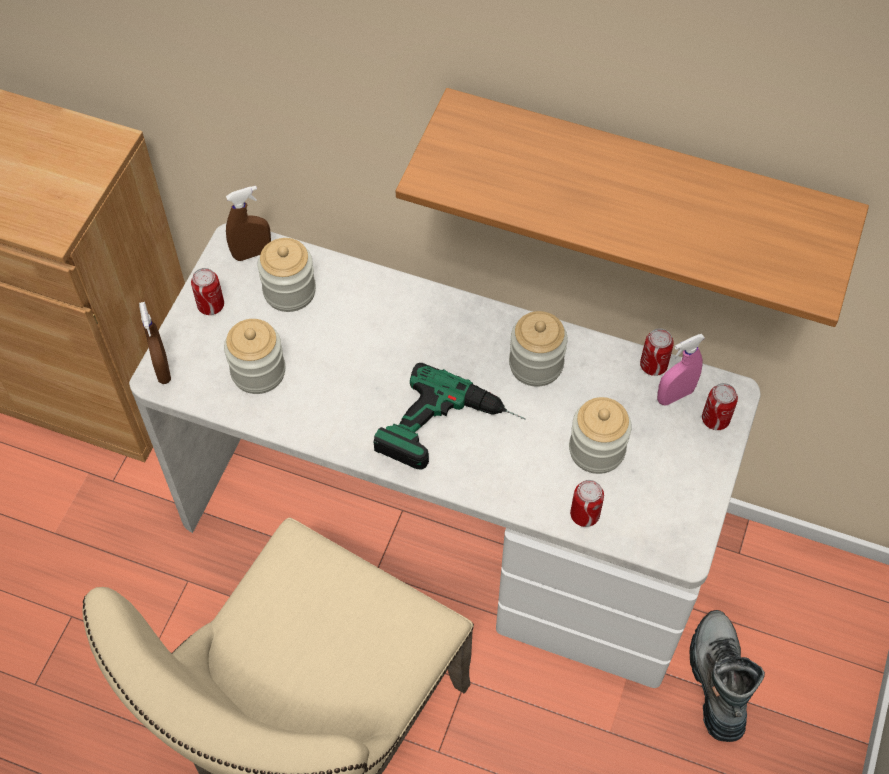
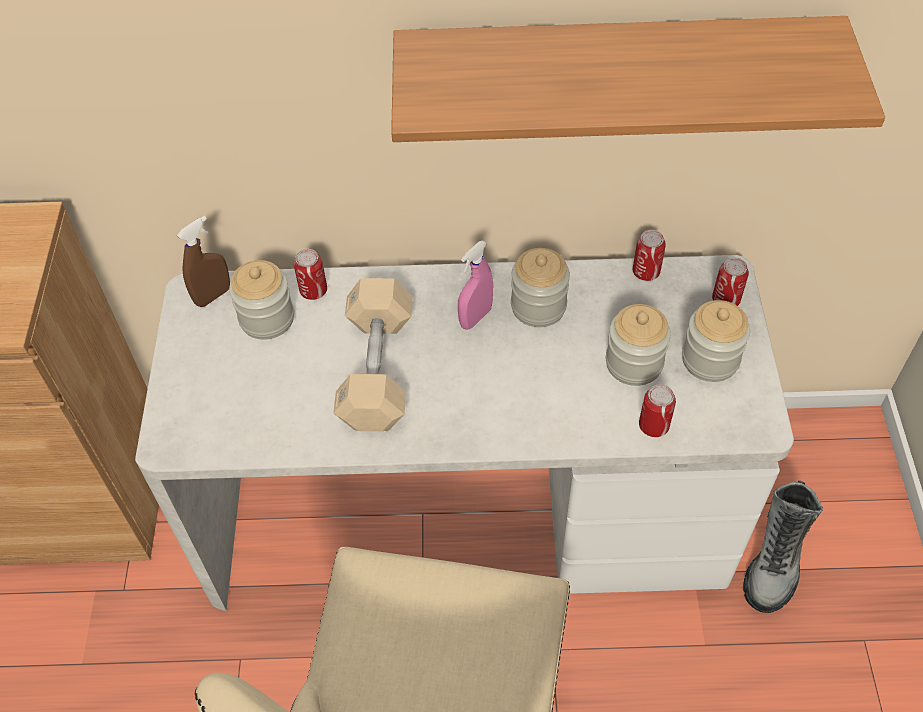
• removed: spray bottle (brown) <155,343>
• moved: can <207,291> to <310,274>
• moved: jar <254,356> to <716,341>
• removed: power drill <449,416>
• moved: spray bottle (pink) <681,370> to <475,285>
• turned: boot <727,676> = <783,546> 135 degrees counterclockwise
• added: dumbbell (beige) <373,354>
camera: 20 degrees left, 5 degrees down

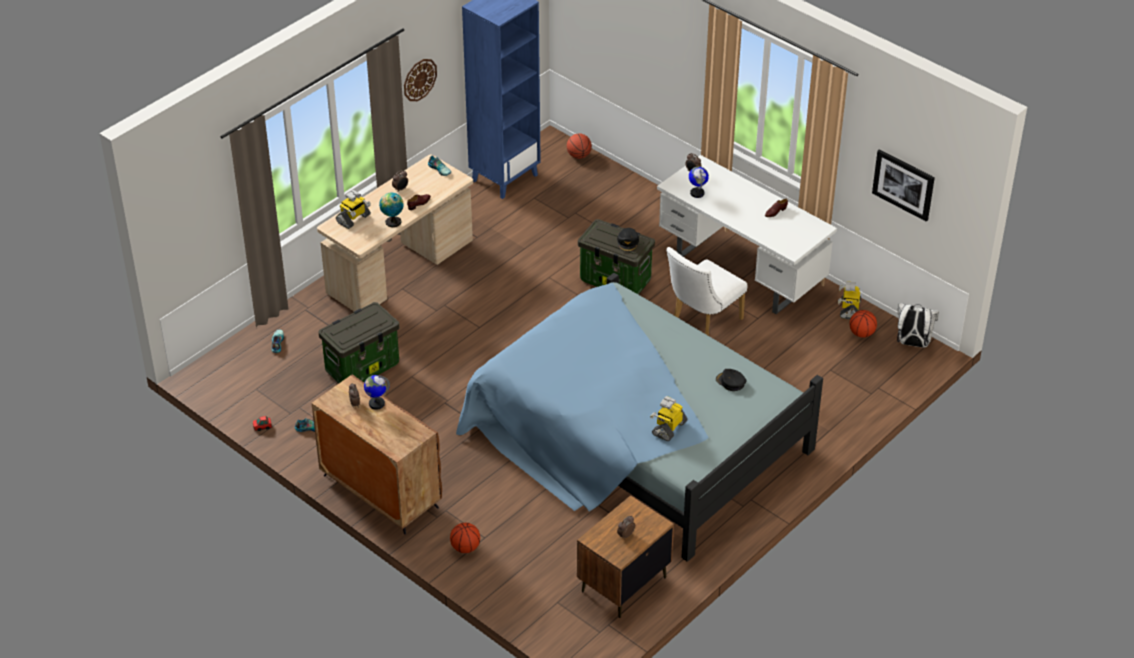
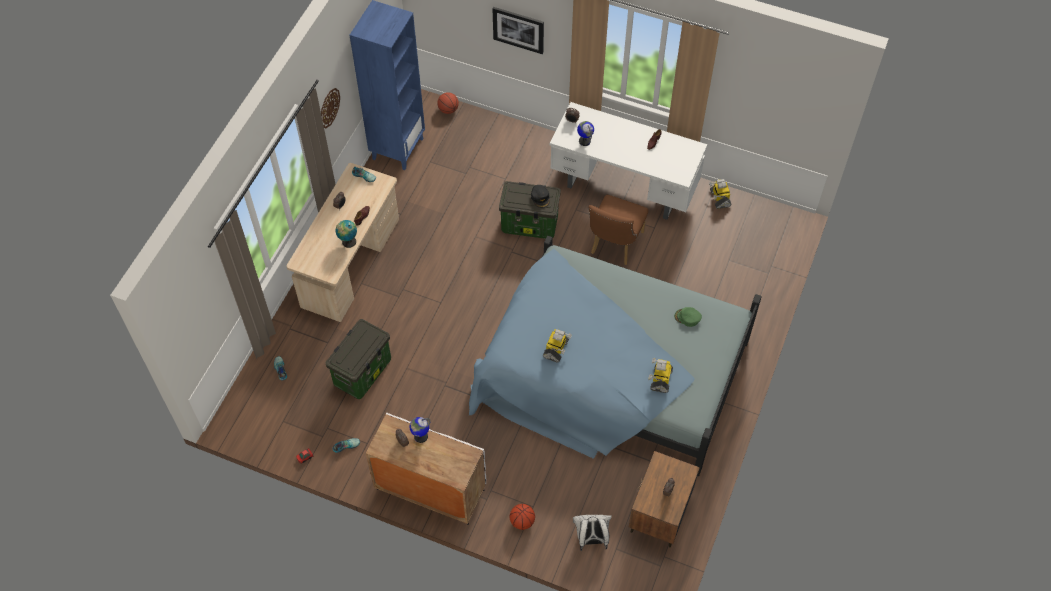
• recoloured: cabinet (brown) <377,454> to cabinet (white) <426,469>
• moved: toy robot <353,209> to <557,345>
• recoloured: chair (white) <707,291> to chair (brown) <618,230>
• recoloured: cap (black) <731,380> to cap (green) <688,317>
• removed: basketball <863,324>
• moved: picture <903,185> to <518,30>
• moved: backpack (white) <918,325> to <592,533>
camera: 20 degrees left, 15 degrees up

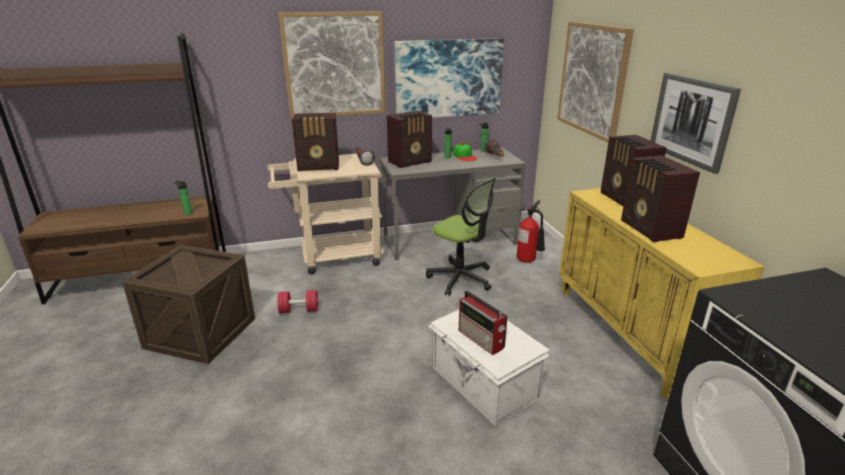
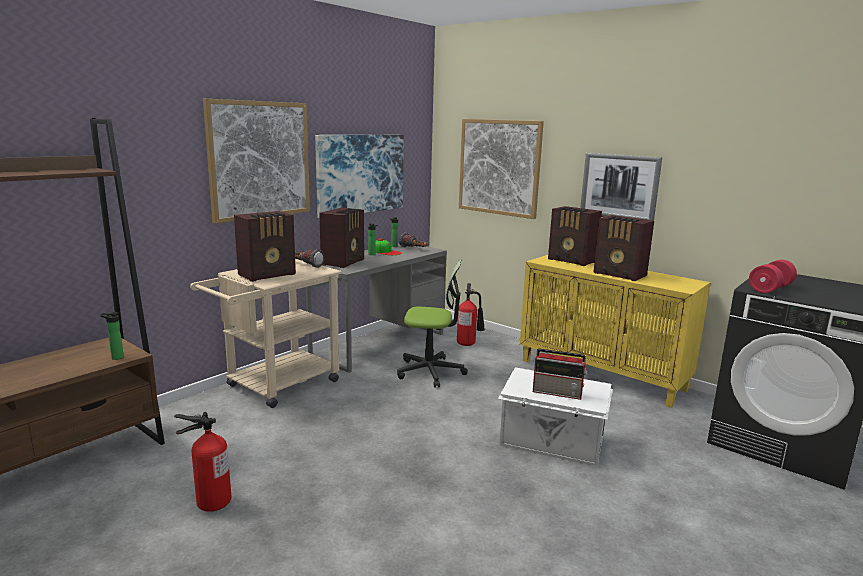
• replaced: crate <188,304> to fire extinguisher <202,462>
• moved: dumbbell (red) <298,301> to <773,276>
camera: 35 degrees left, 10 degrees down

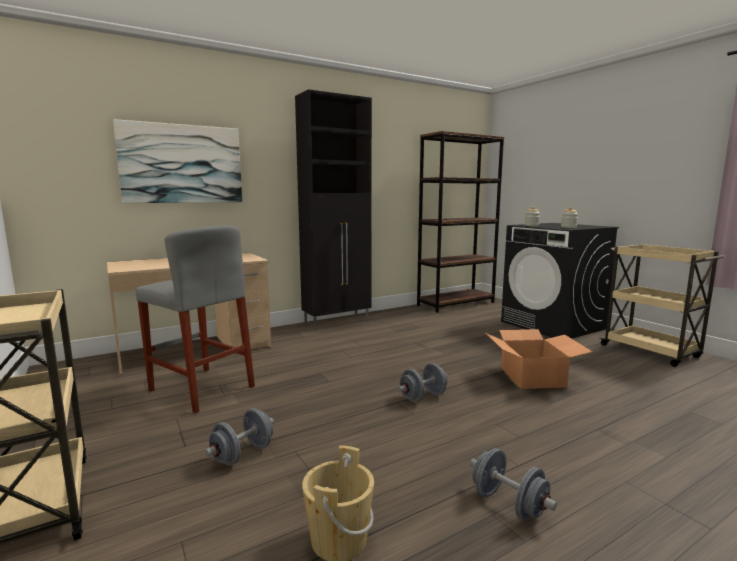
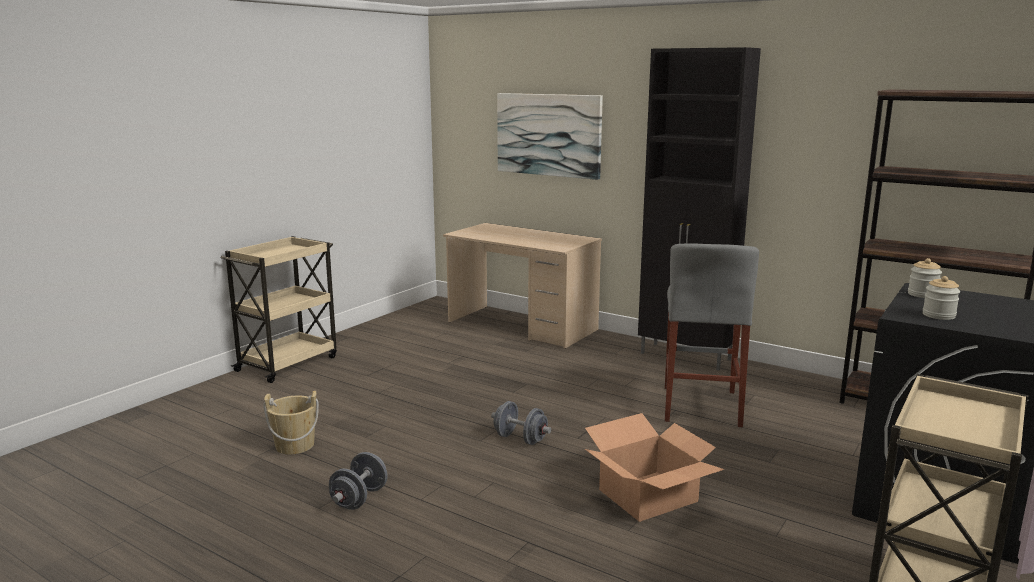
• moved: stool (grey) <195,319> to <712,335>
• removed: dumbbell (grey) <239,437>
camera: 65 degrees right, 5 degrees up

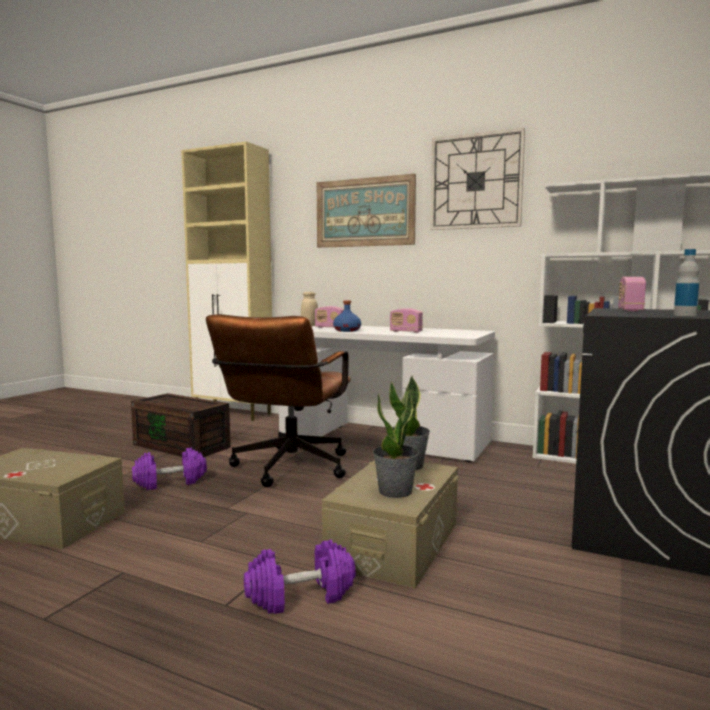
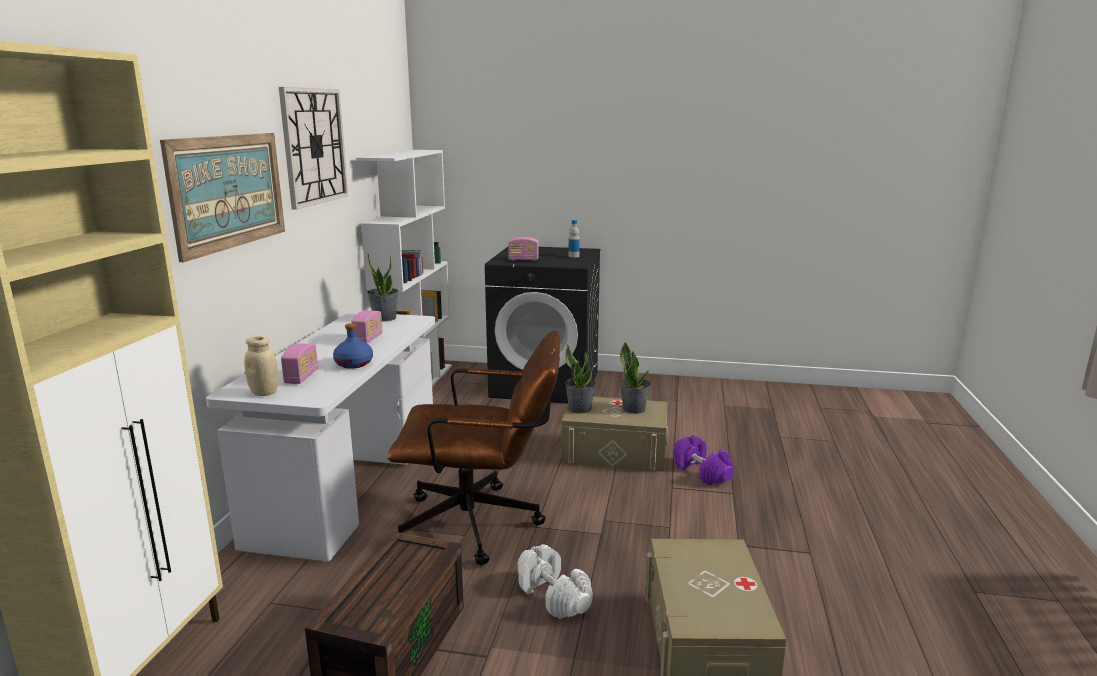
• recoloured: dumbbell (purple) <169,469> to dumbbell (white) <555,581>
• added: potted plant <383,287>
camera: 105 degrees left, 10 degrees up

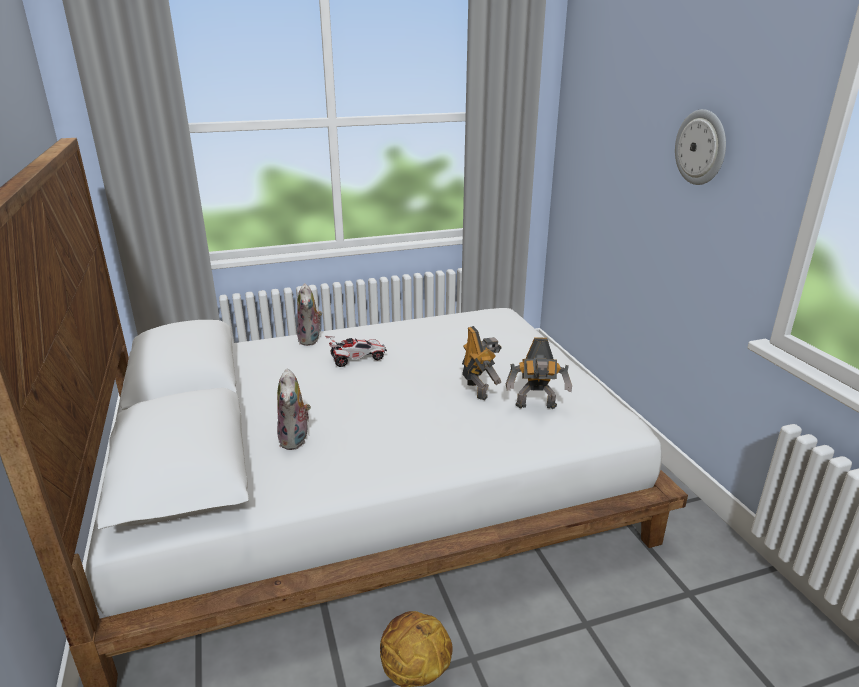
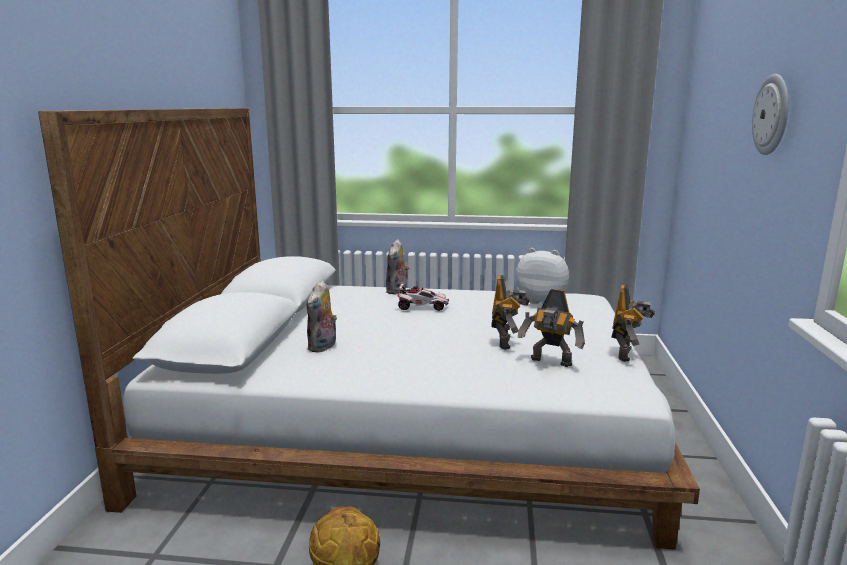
• added: plush toy <542,276>
• added: toy robot <633,323>
camera: 25 degrees right, 10 degrees down

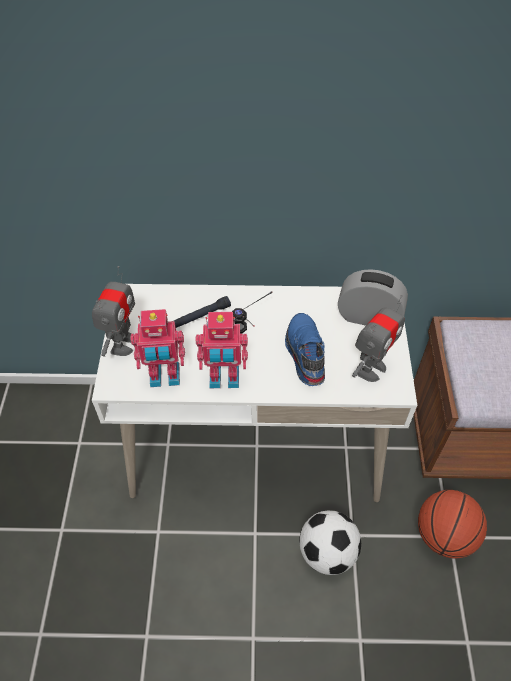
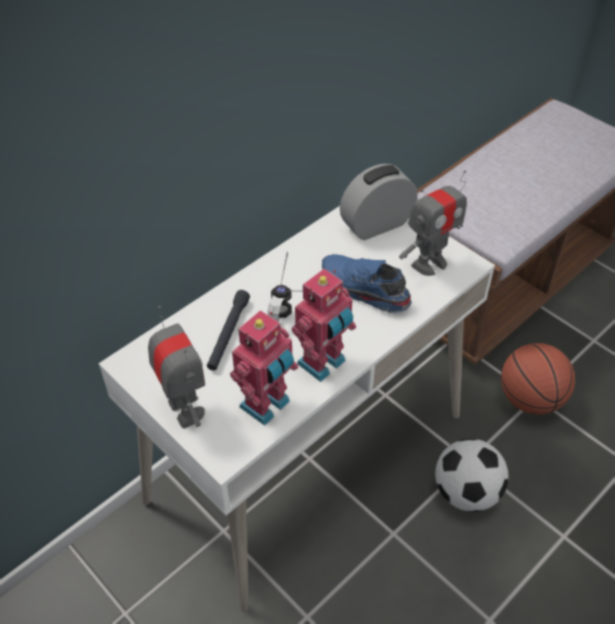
• turned: toy robot <378,338> = <433,223> 60 degrees clockwise
camera: 45 degrees left, 5 degrees down

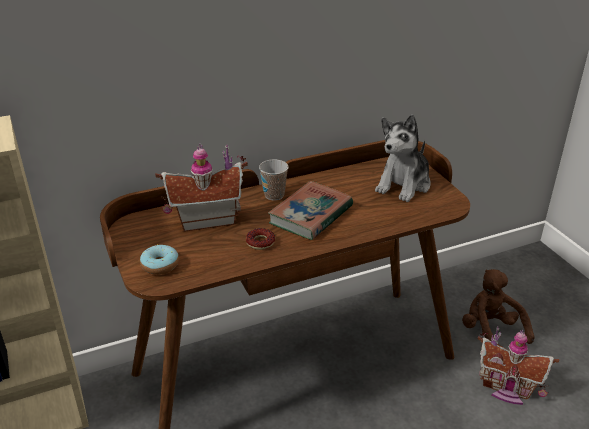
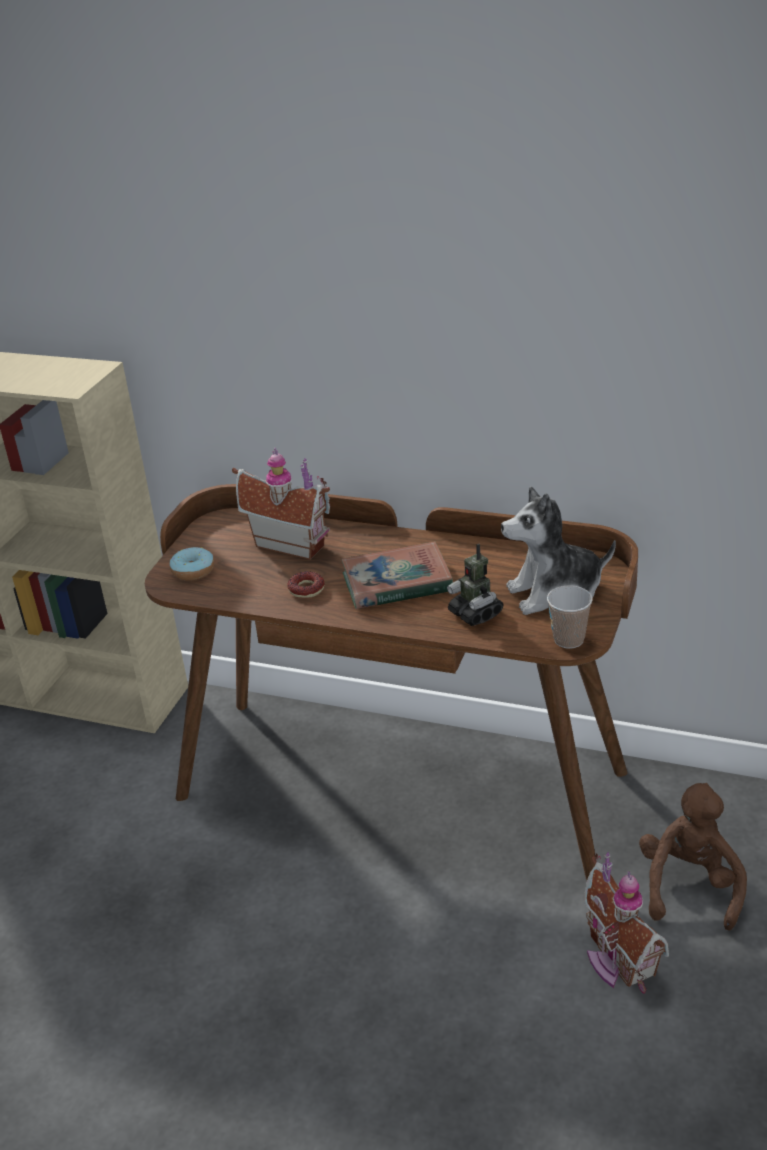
• moved: cup <274,180> to <570,616>
• added: toy robot <475,585>
camera: 45 degrees right, 0 degrees up

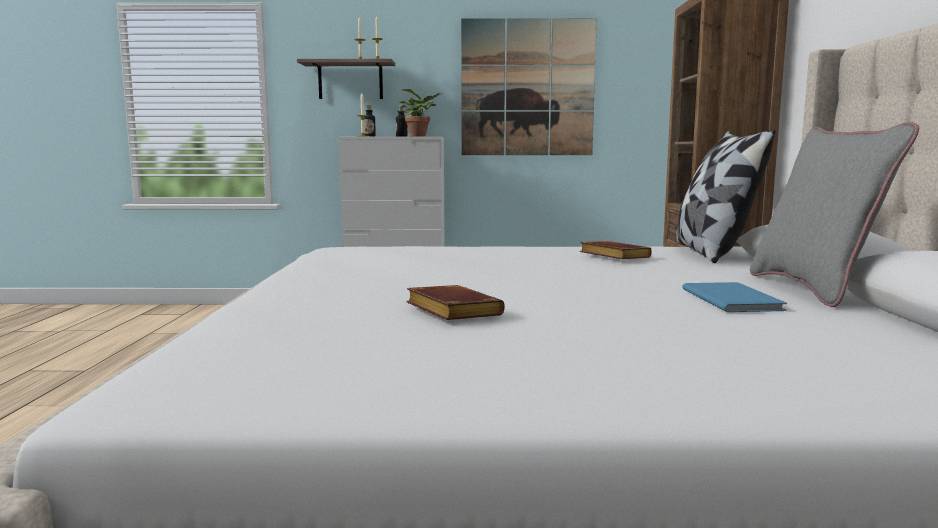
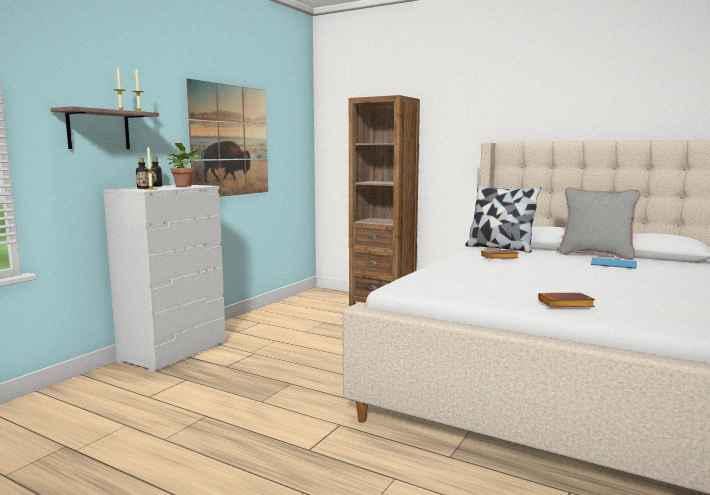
• moved: book (brown) <456,302> to <566,299>
camera: 60 degrees left, 0 degrees up

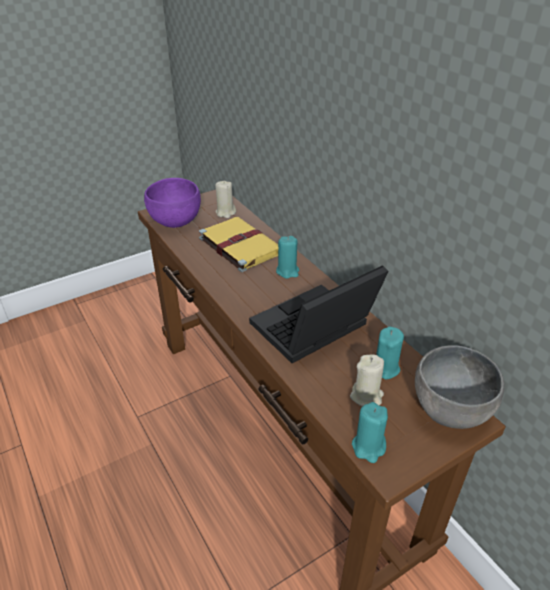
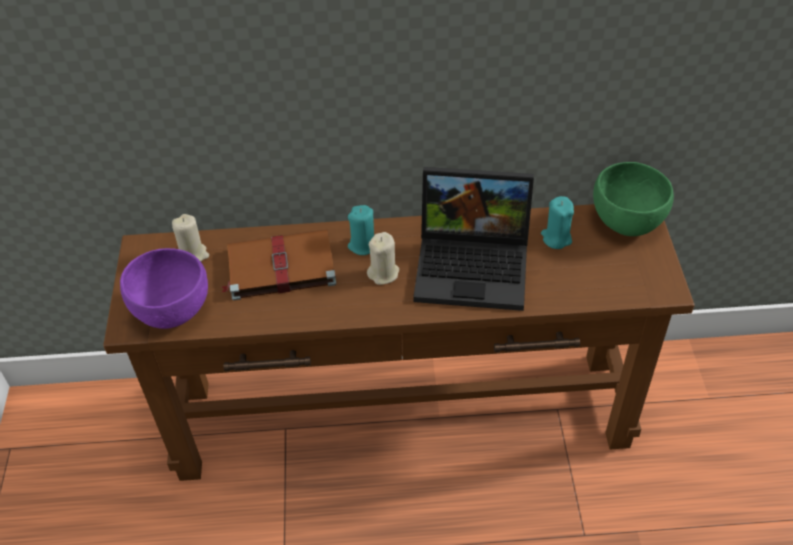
• recoloured: book (yellow) <238,244> to book (brown) <279,265>
• turned: laptop <318,314> = <473,239> 75 degrees counterclockwise
• moved: candle (beige) <367,381> to <383,258>
• removed: candle (turquoise) <370,432>
• recoloured: bowl (grey) <459,387> to bowl (green) <633,199>
camera: 60 degrees left, 10 degrees up

